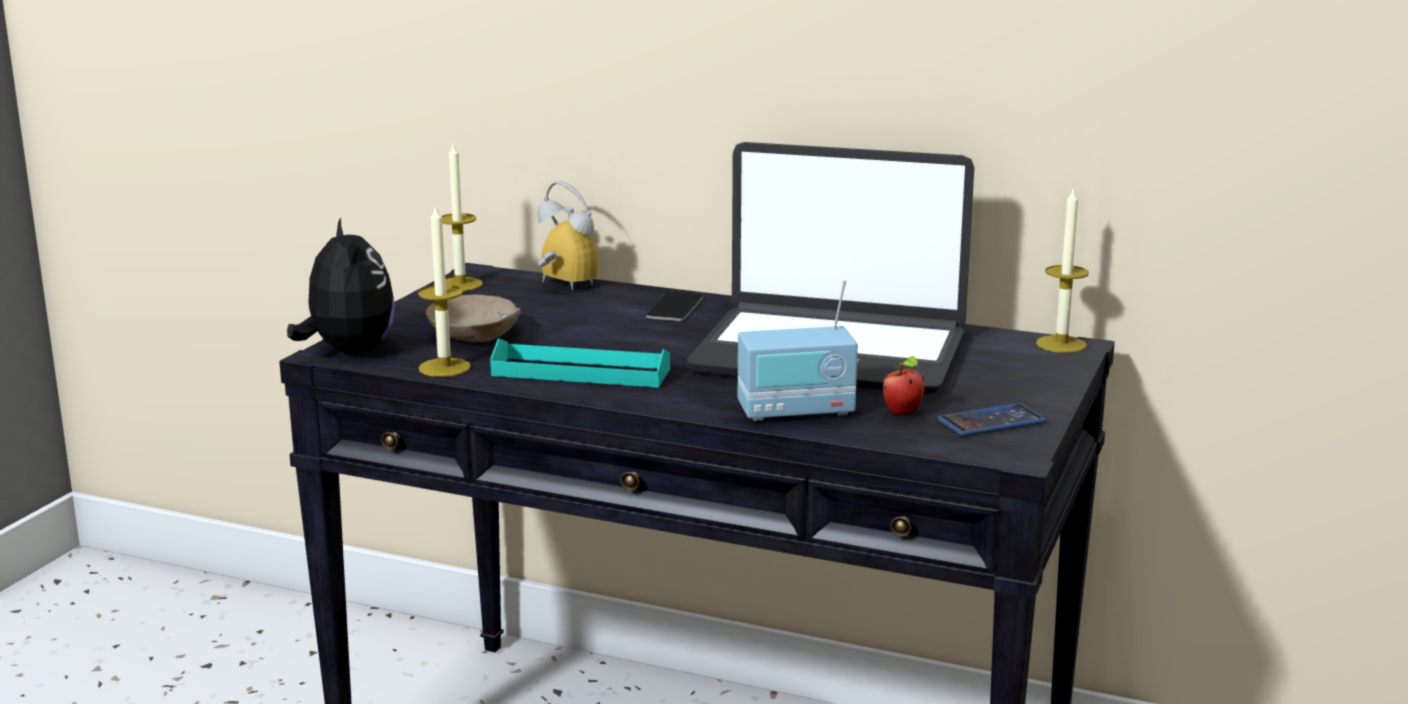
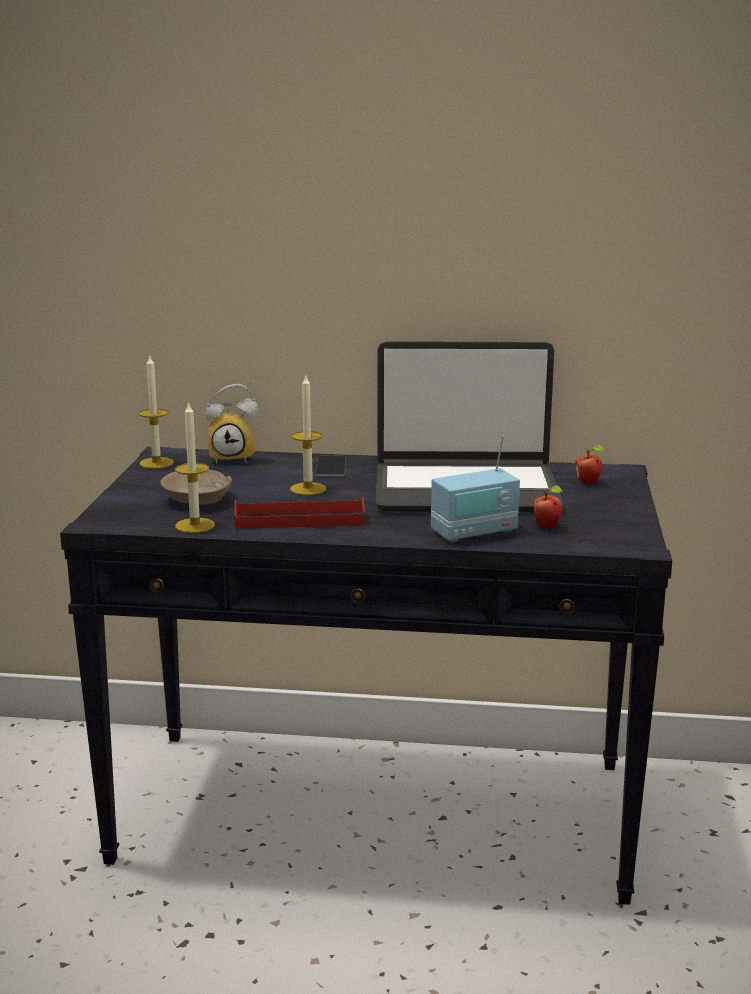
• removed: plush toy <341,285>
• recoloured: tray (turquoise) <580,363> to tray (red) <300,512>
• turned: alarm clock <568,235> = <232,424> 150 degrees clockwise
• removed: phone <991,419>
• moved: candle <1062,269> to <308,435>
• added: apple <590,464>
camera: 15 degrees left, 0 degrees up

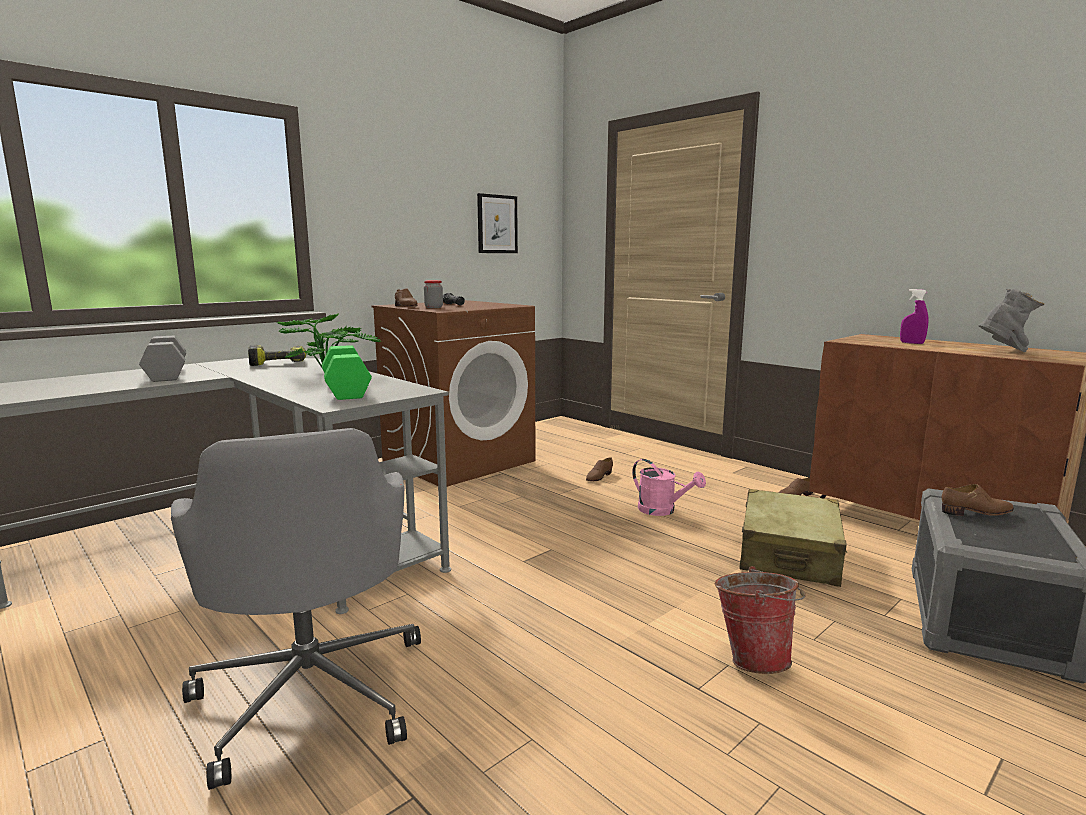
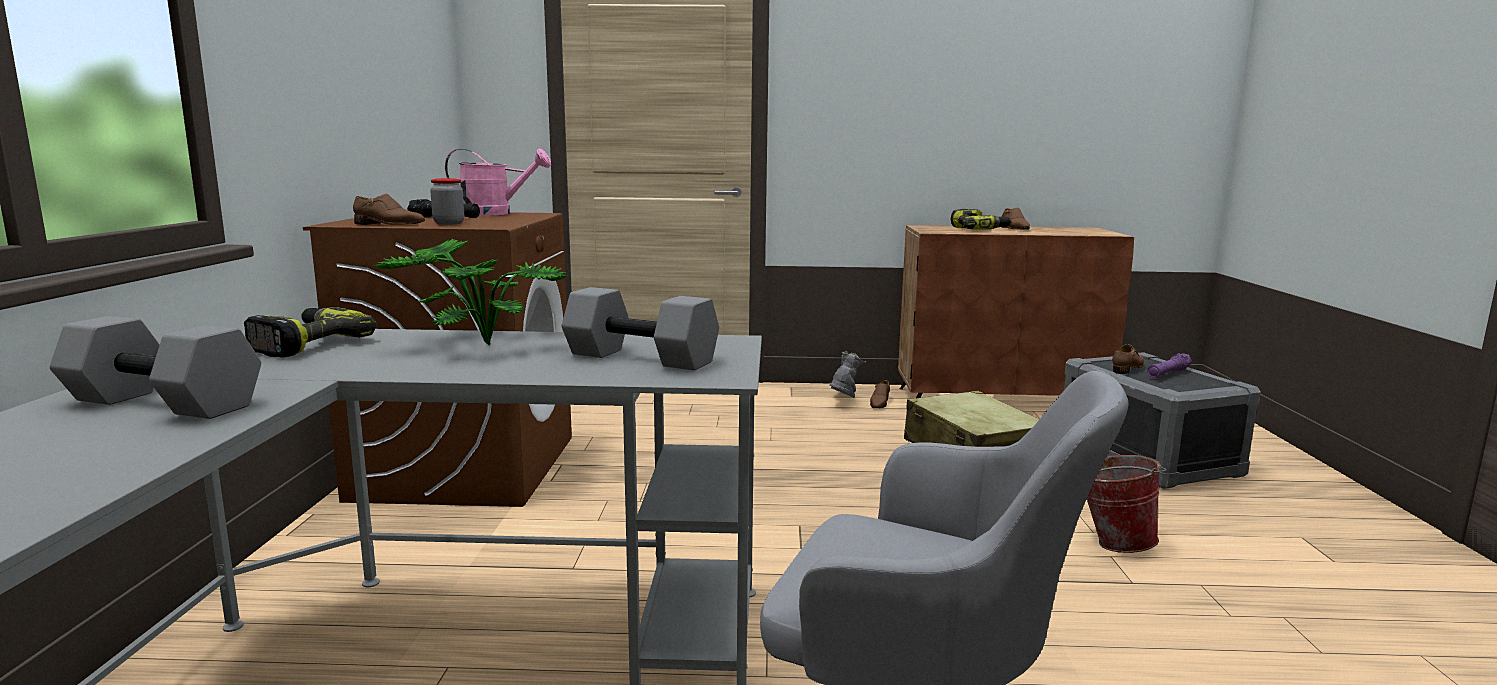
• recoloured: dumbbell (green) <347,372> to dumbbell (grey) <640,329>
• removed: picture <497,223>
• moved: shoe (brown) <599,469> to <1016,219>
• moved: watering can (pink) <669,487> to <498,182>
• replaced: spray bottle (purple) <914,316> to power drill <981,219>
• moved: boot (grey) <1011,320> to <847,374>
• added: flashlight (purple) <1169,365>
camera: 45 degrees left, 0 degrees up

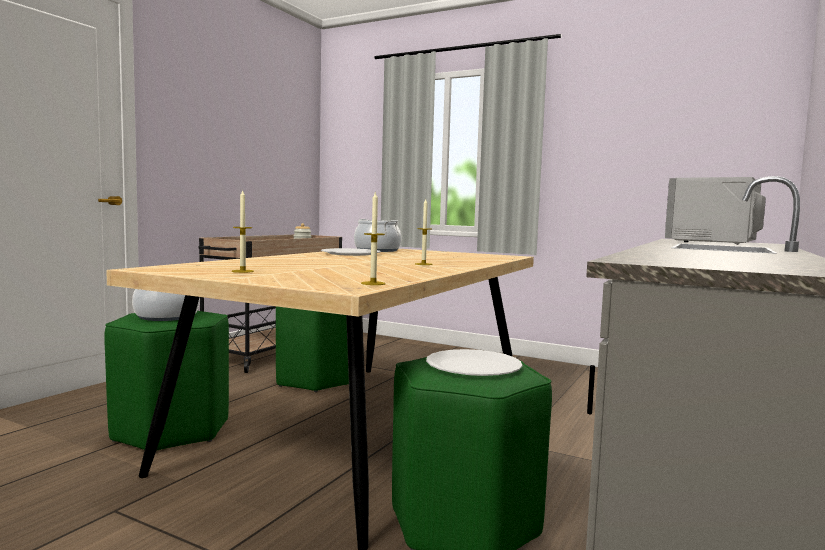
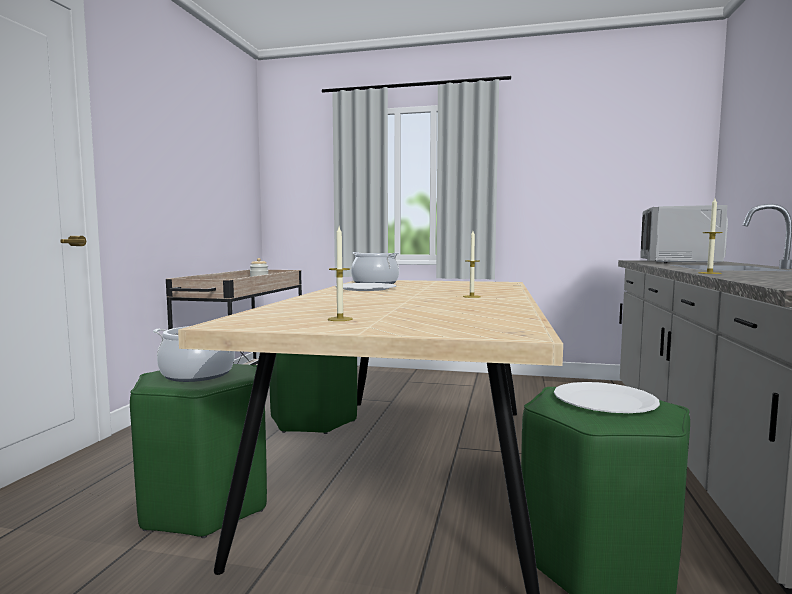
• moved: candle <373,238> to <710,236>
camera: 15 degrees left, 0 degrees up

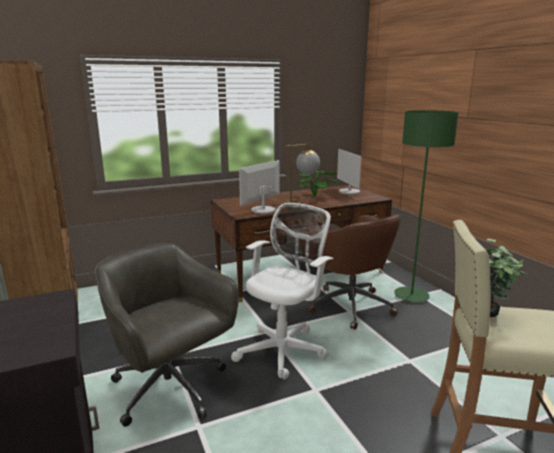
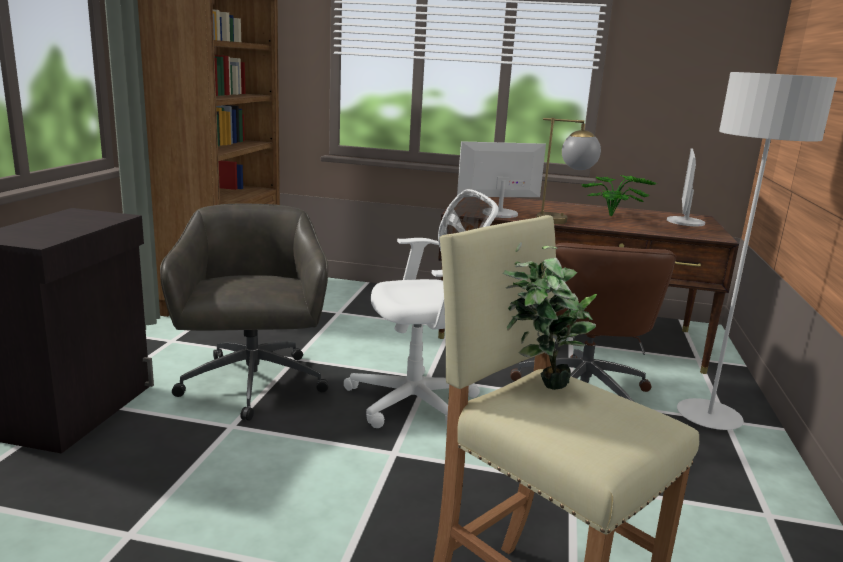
• recoloured: floor lamp (green) <426,206> to floor lamp (grey) <757,251>
camera: 35 degrees right, 0 degrees up

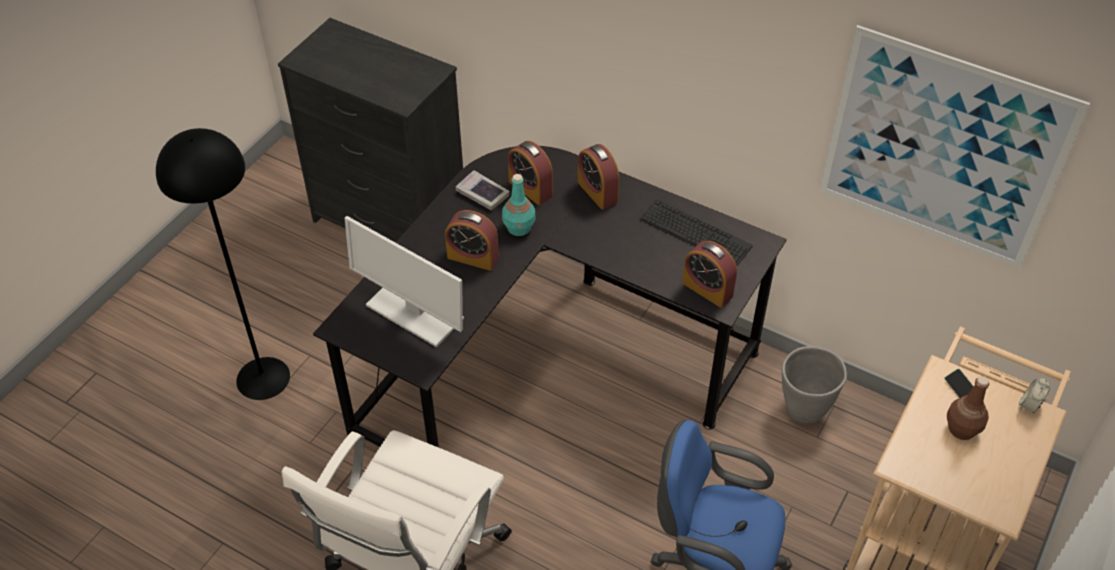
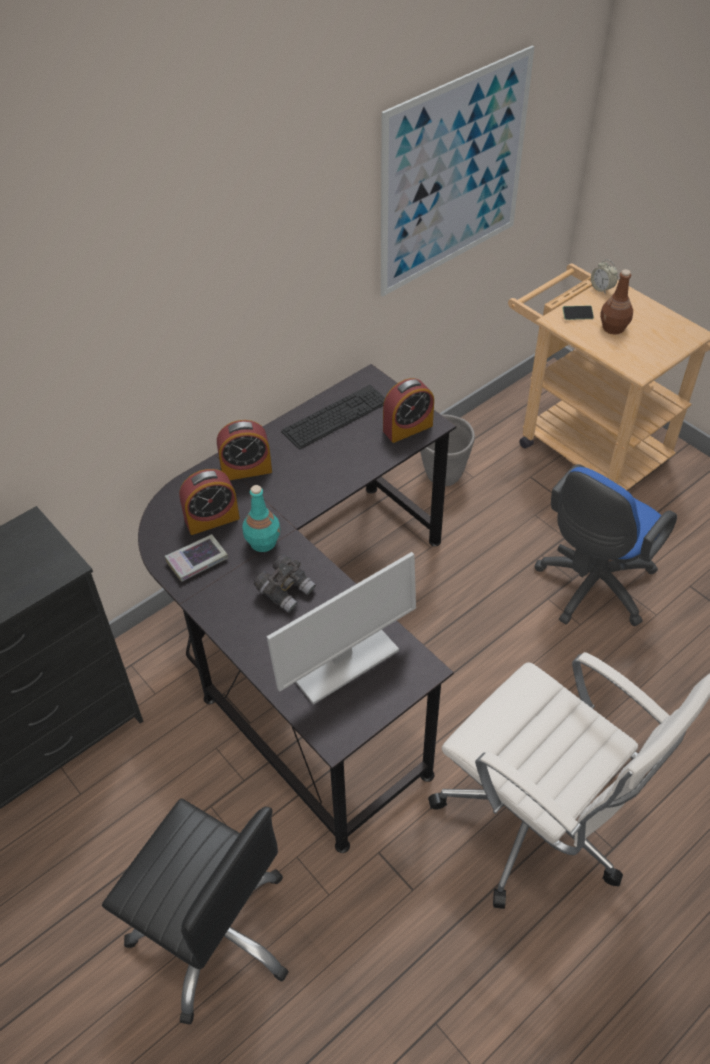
• replaced: floor lamp (black) <223,264> to office chair (black) <195,912>
• replaced: alarm clock <472,240> to binoculars (grey) <285,583>
camera: 70 degrees left, 0 degrees up

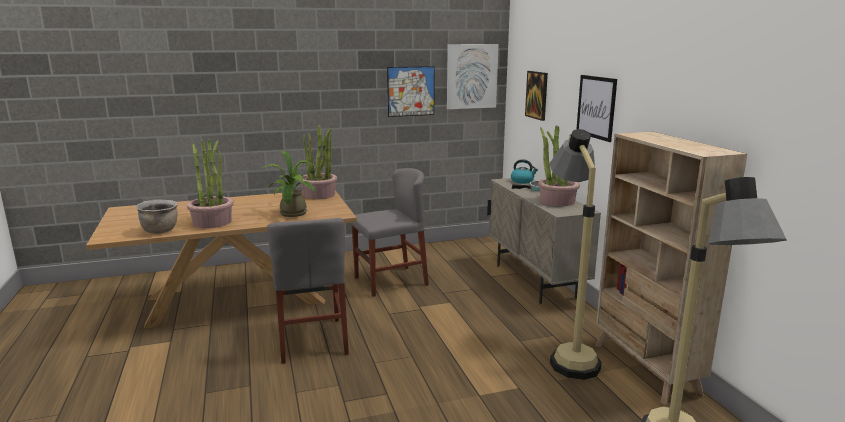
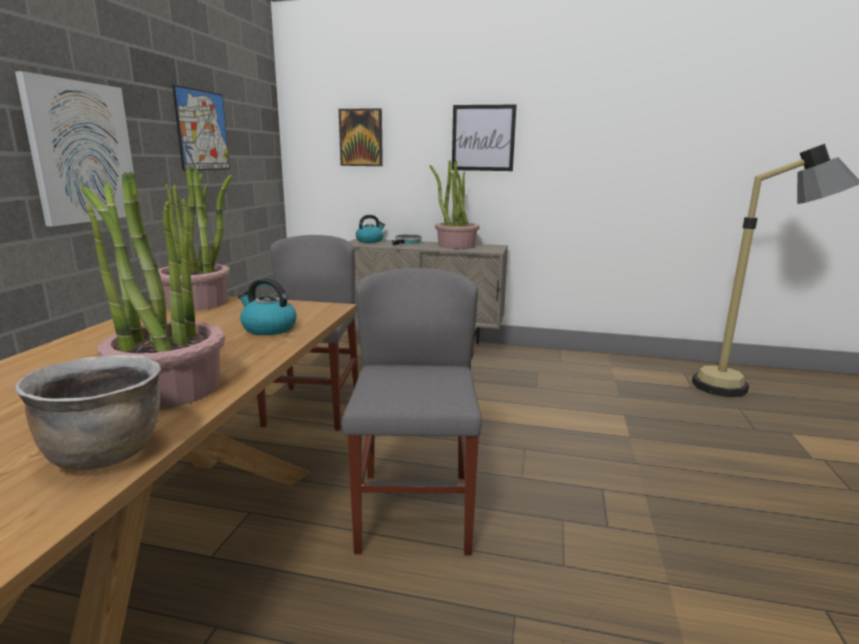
• replaced: potted plant <288,183> to kettle <267,306>
• turned: chair (grey) <308,291> = <412,411> 105 degrees counterclockwise
• moved: picture <473,76> to <74,149>
• removed: floor lamp <575,254>
• removed: bookcase (beige) <671,268>
camera: 60 degrees left, 0 degrees up

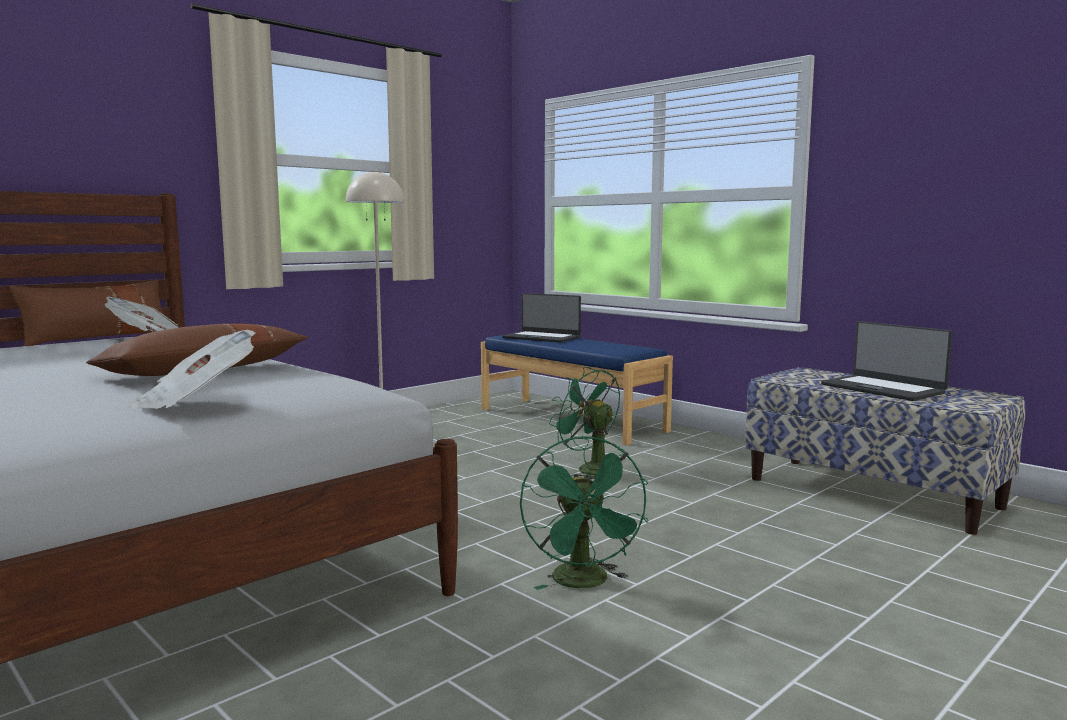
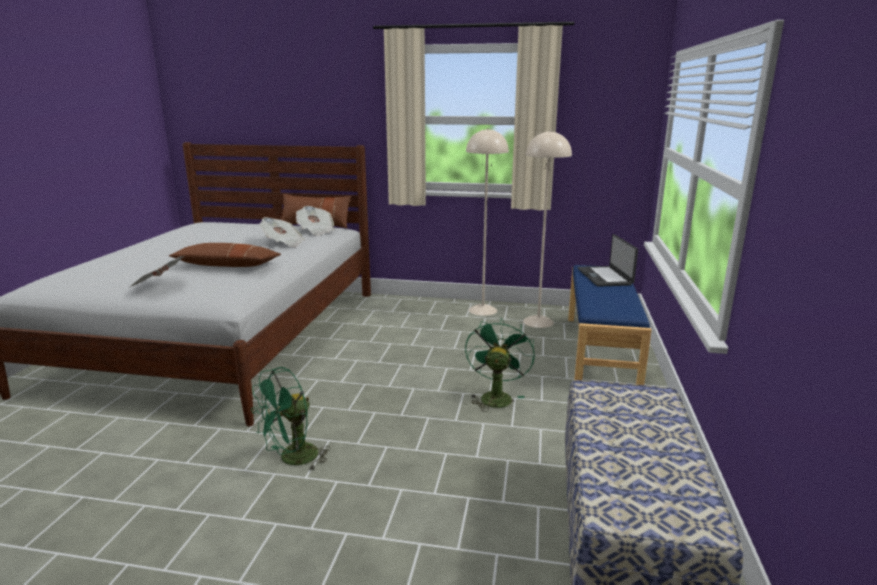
• removed: laptop <886,361>
• added: floor lamp (beige) <547,229>
camera: 55 degrees right, 10 degrees up

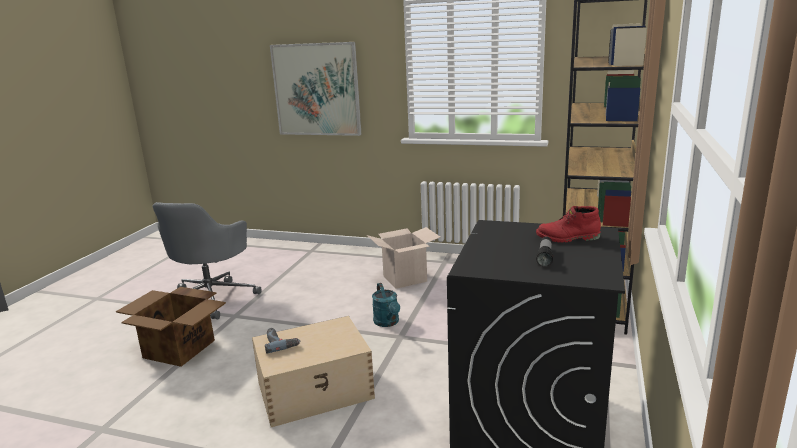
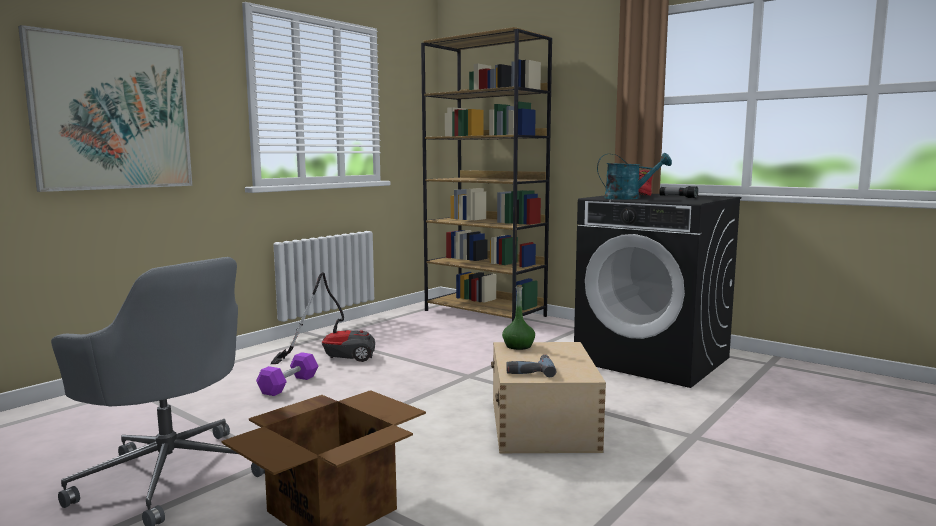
• replaced: cardboard box <403,258> to vacuum cleaner <323,318>
• moved: watering can (turquoise) <386,305> to <634,176>
• added: dumbbell (purple) <287,374>
• added: bottle (green) <518,317>
camera: 70 degrees left, 10 degrees down

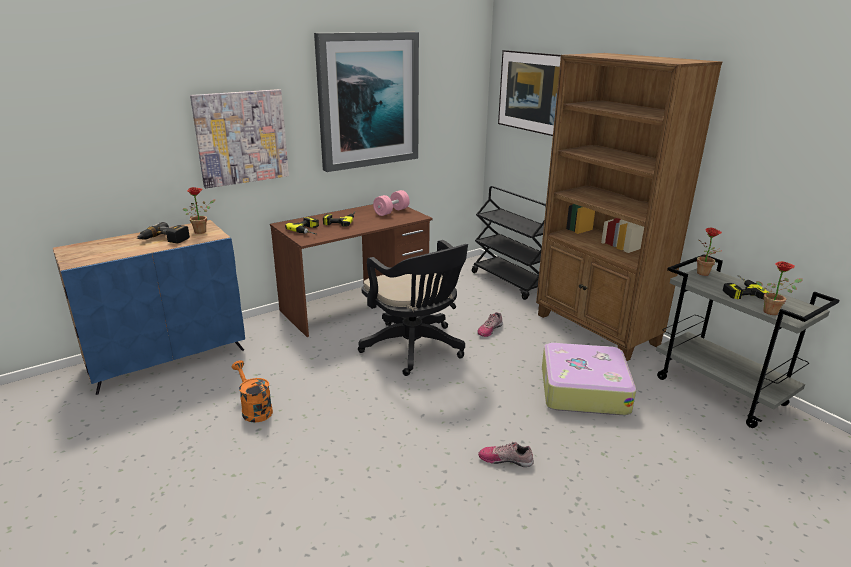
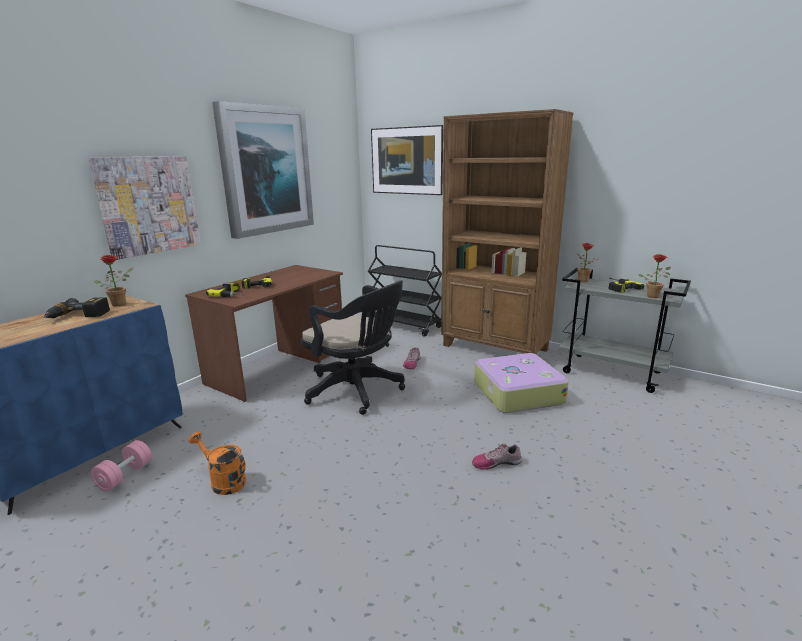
• moved: dumbbell (pink) <391,203> to <121,465>
camera: 20 degrees left, 5 degrees down

